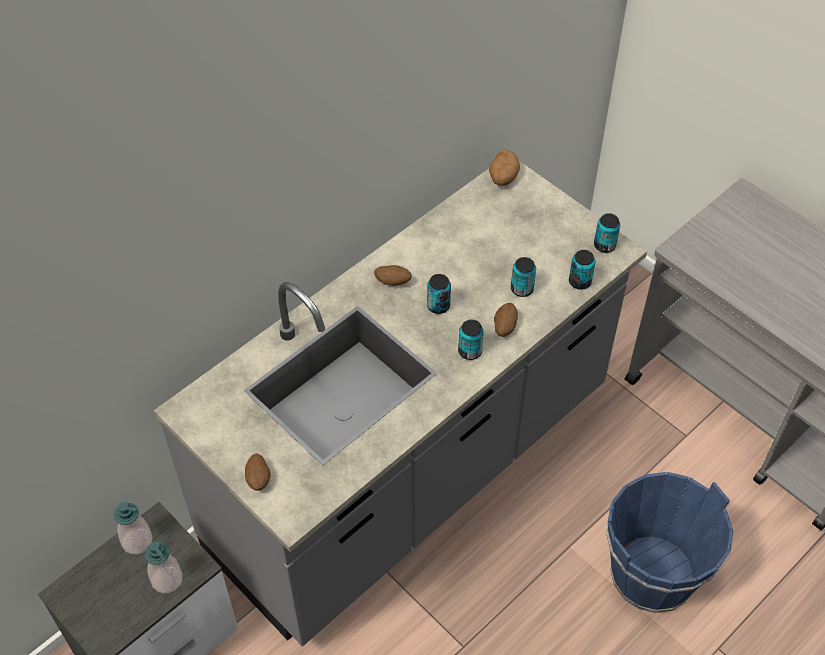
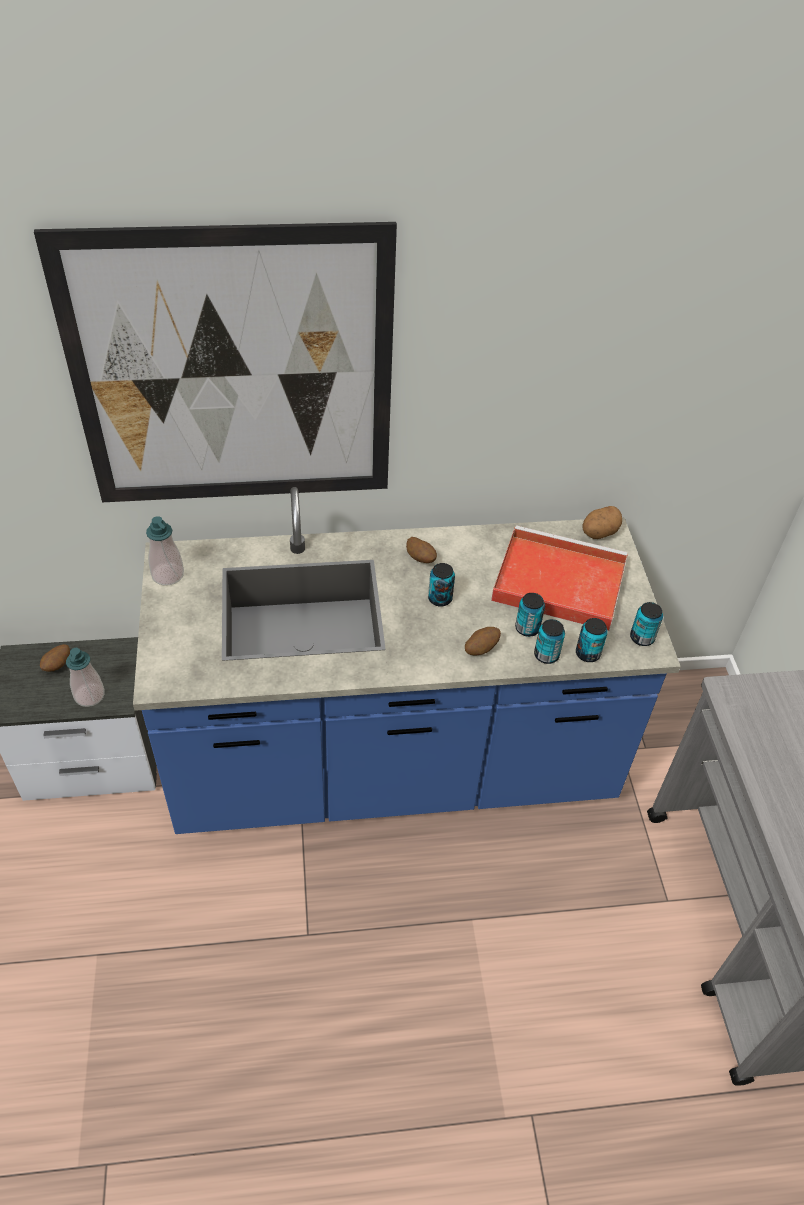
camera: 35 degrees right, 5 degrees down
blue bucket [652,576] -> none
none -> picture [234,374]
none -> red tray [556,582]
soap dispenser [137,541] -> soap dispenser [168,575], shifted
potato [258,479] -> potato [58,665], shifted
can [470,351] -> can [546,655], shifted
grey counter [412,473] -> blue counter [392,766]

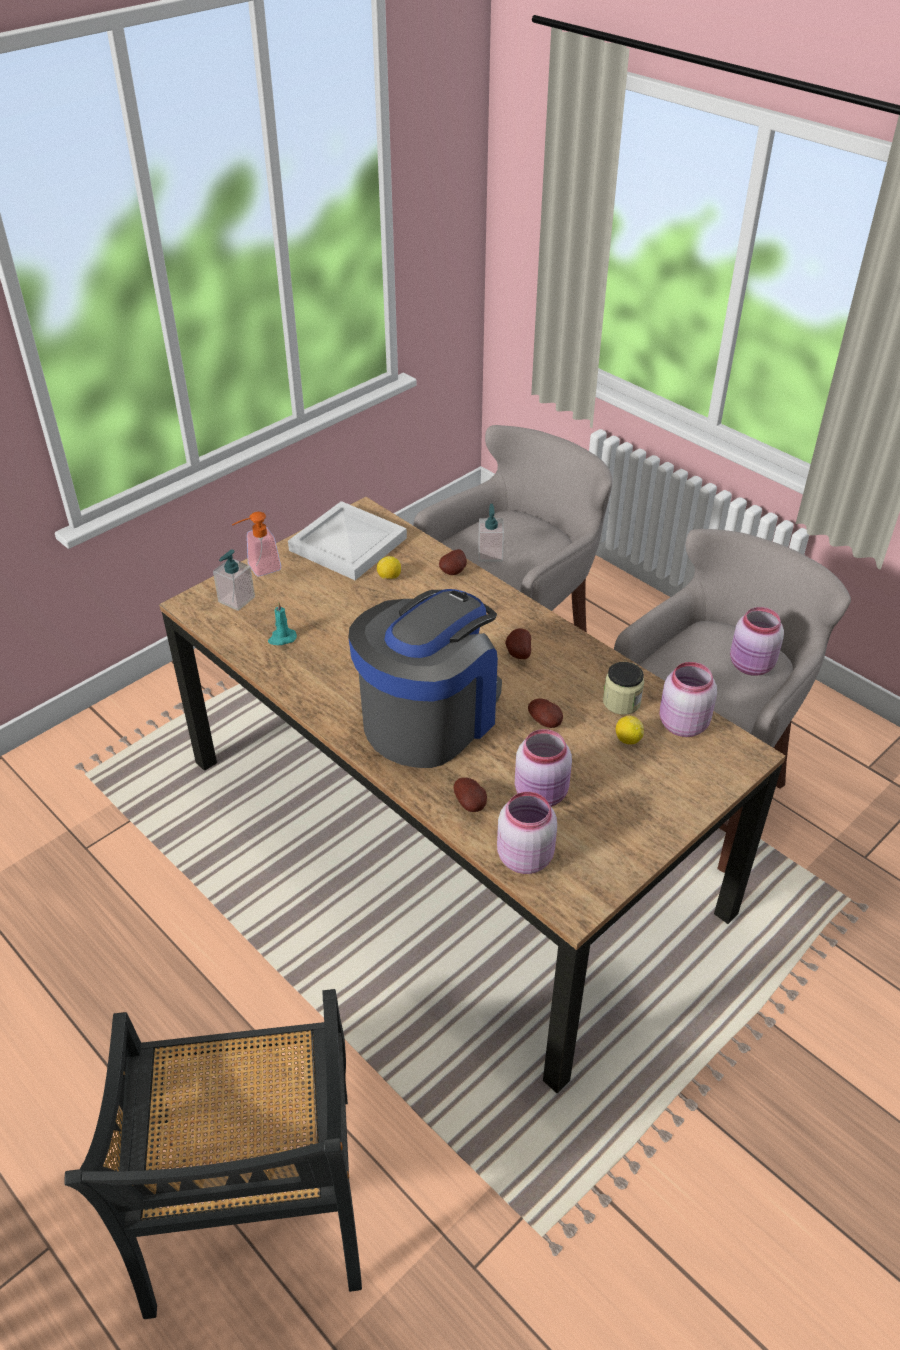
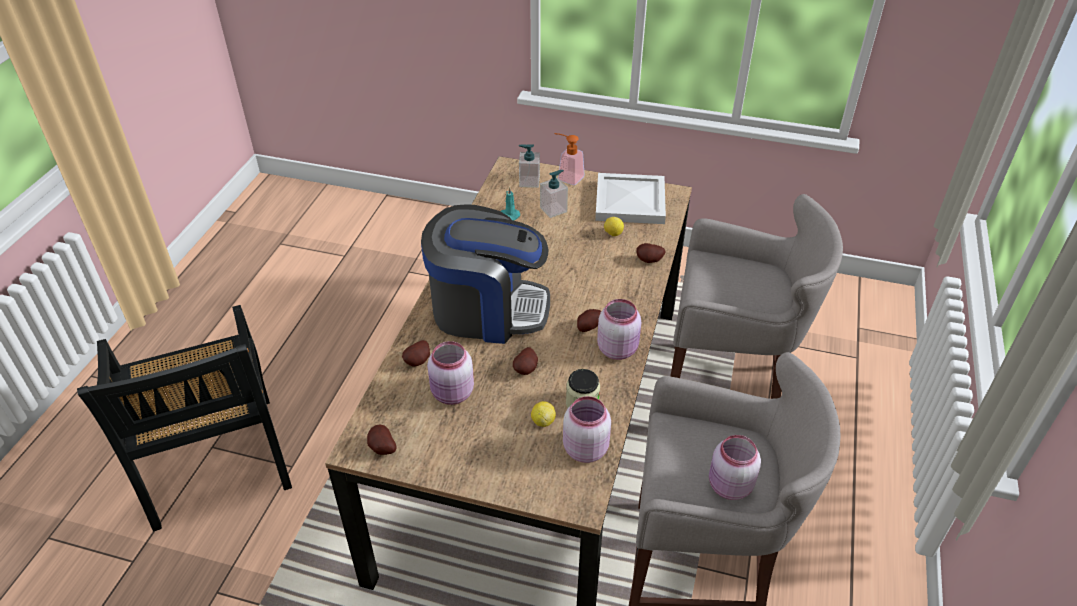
camera: 60 degrees right, 0 degrees up
none -> potato [381,449]
soap dispenser [490,554] -> soap dispenser [553,209], shifted
pink jar [524,856] -> pink jar [618,348], shifted
black chair [253,1205] -> black chair [216,464], 75 degrees counterclockwise

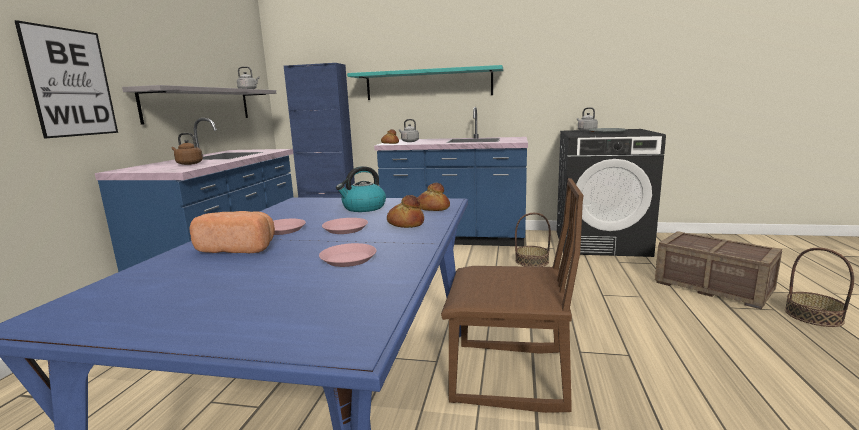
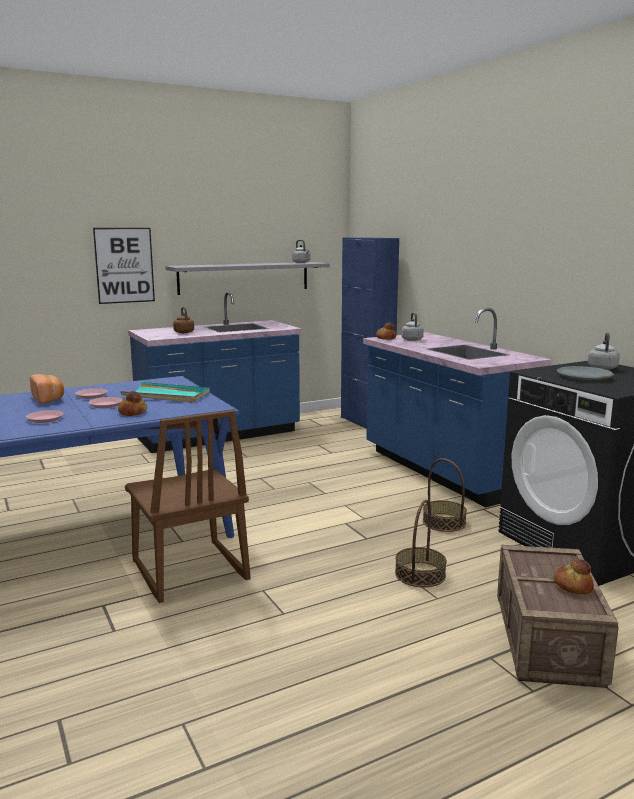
camera: 50 degrees right, 0 degrees up
turquoise shelf [428,84] -> none
bread [432,208] -> bread [573,586], shifted
basket [813,315] -> basket [420,574], shifted
kettle [363,208] -> turquoise tray [166,396]

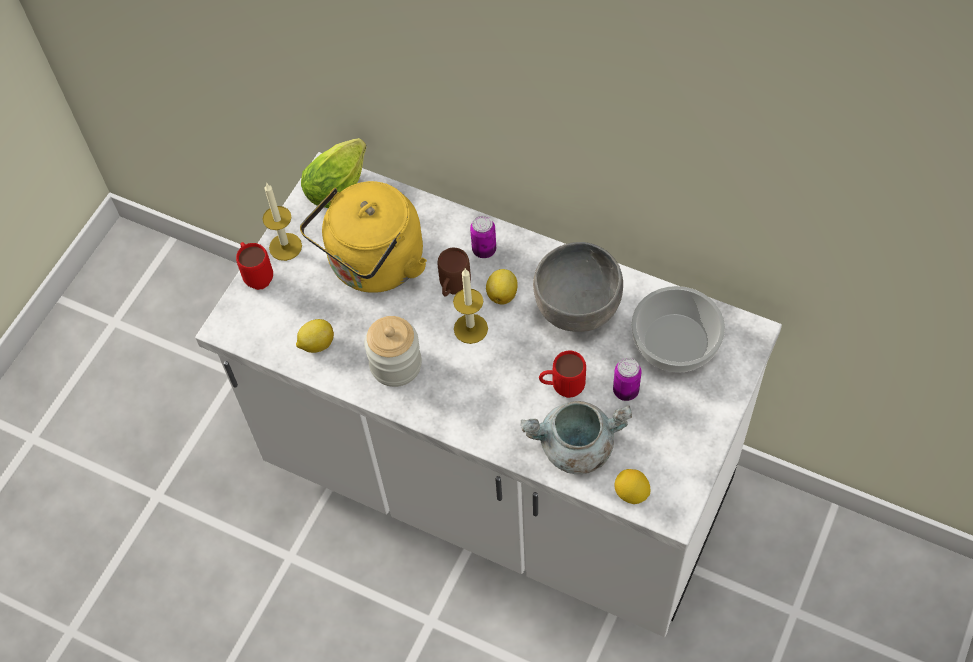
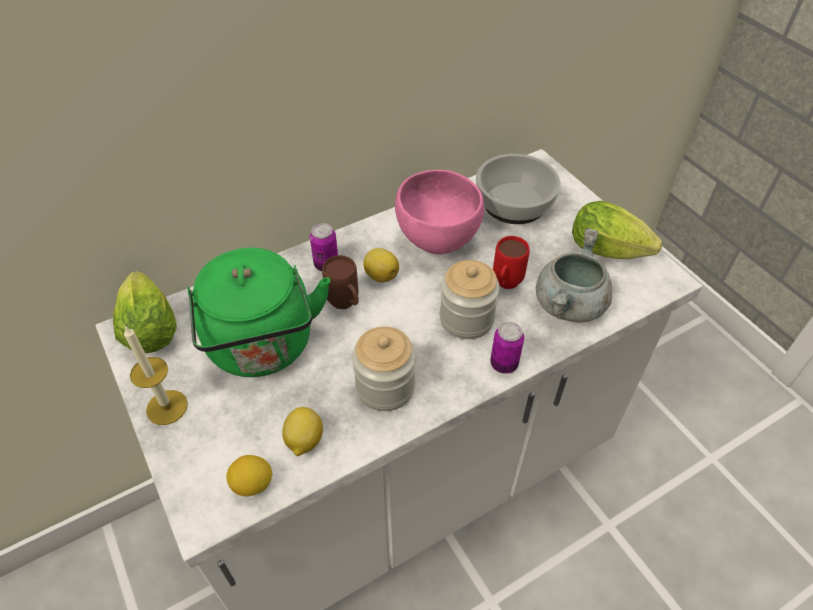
camera: 60 degrees left, 10 degrees down
red mug [257,276] -> none
candle [470,328] -> none
none -> jar [466,318]
none -> lettuce [611,252]
can [625,391] -> can [504,364], shifted
lemon [631,493] -> lemon [253,484], shifted
yellow kettle [373,266] -> green kettle [263,348]
grey bowl [576,310] -> pink bowl [438,240]

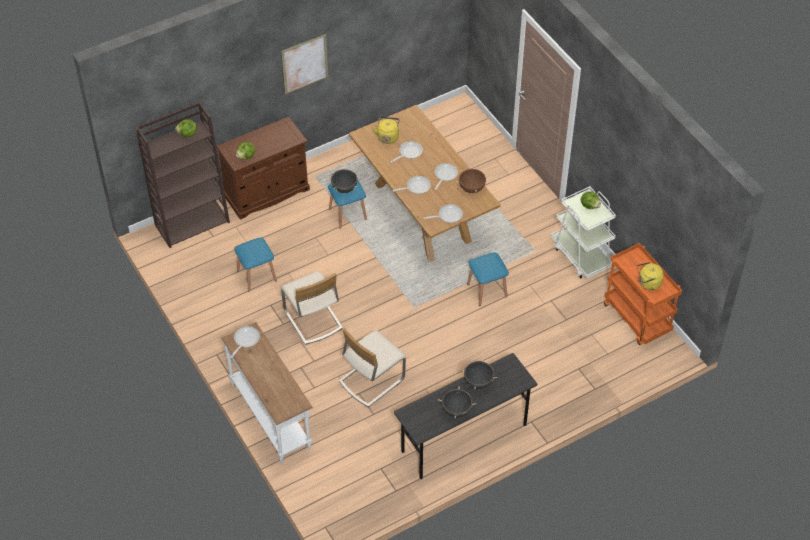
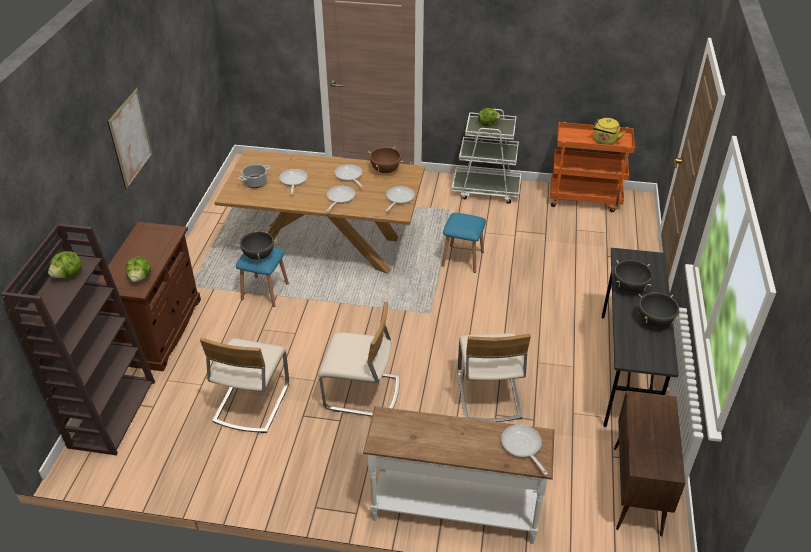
camera: 50 degrees left, 10 degrees down
none -> brown cabinet [637,491]
frying pan [245,340] -> frying pan [522,447], shifted
blue stool [256,275] -> beige chair [251,403]
yellow kettle [387,136] -> cooking pot [255,182]

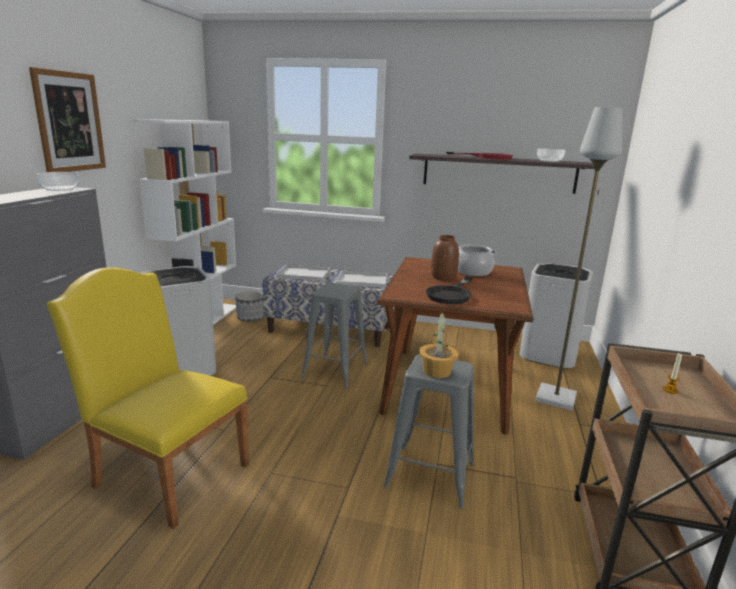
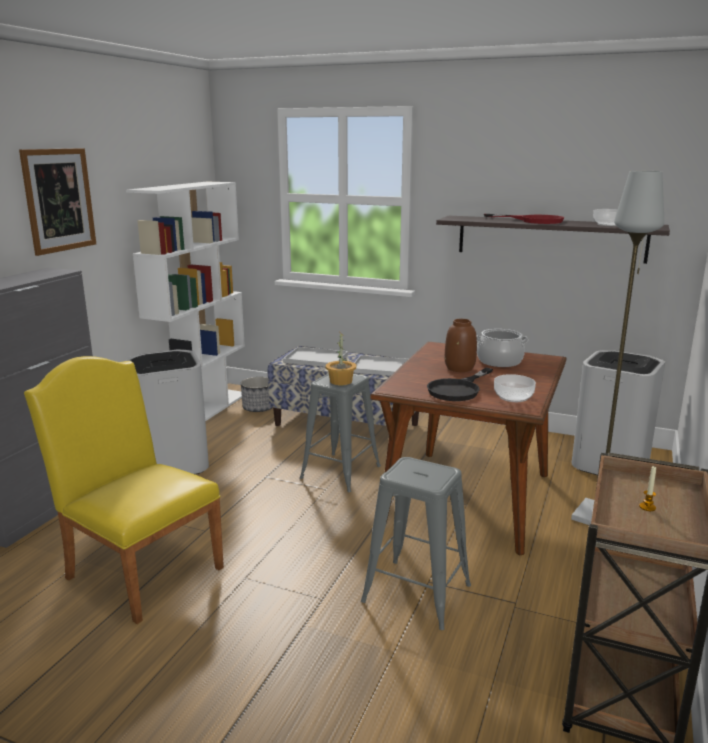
camera: 10 degrees right, 0 degrees up
bowl [59,189] -> bowl [513,397], shifted
potted plant [436,371] -> potted plant [340,381], shifted

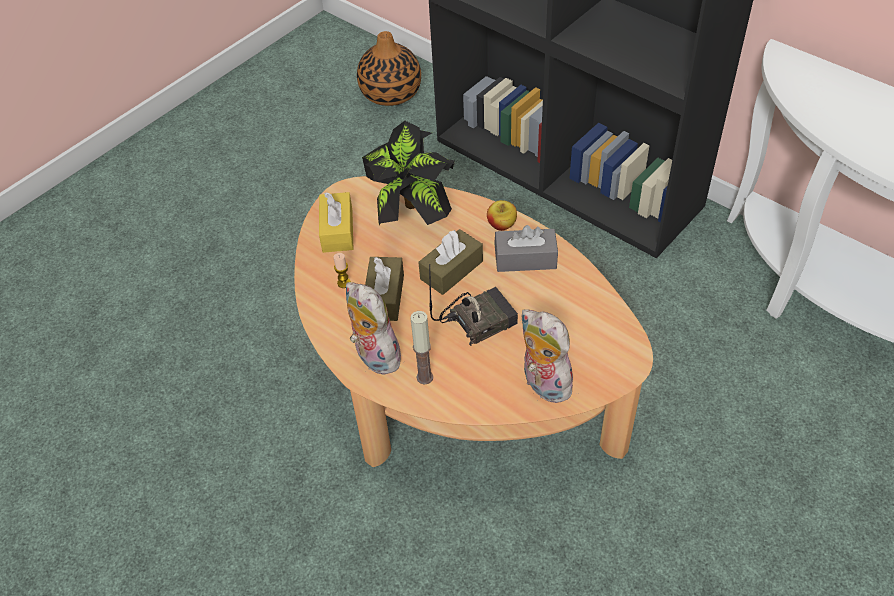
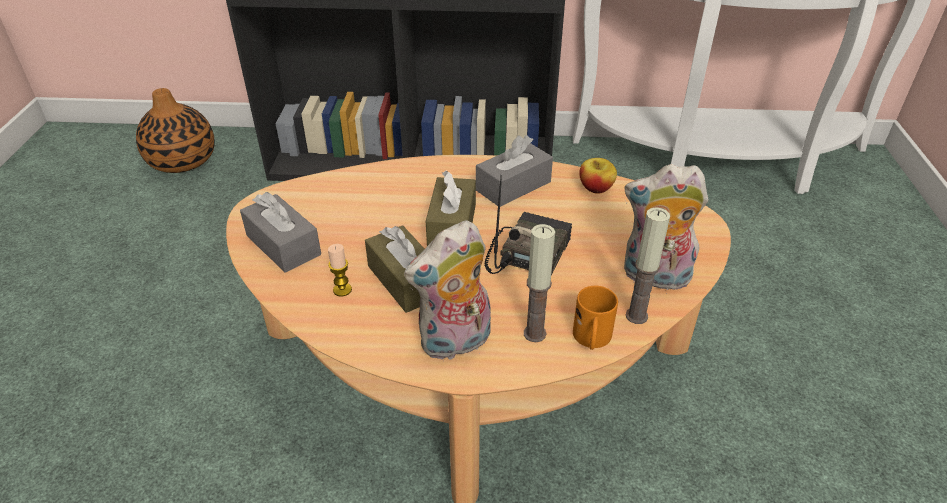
camera: 40 degrees left, 10 degrees down
potted plant [410,215] -> none
none -> orange mug [592,340]
none -> candle [636,316]
apple [501,224] -> apple [595,188], shifted
yellow tissue box [337,230] -> grey tissue box [283,245]
plush toy [374,356] -> plush toy [455,343], 45 degrees counterclockwise

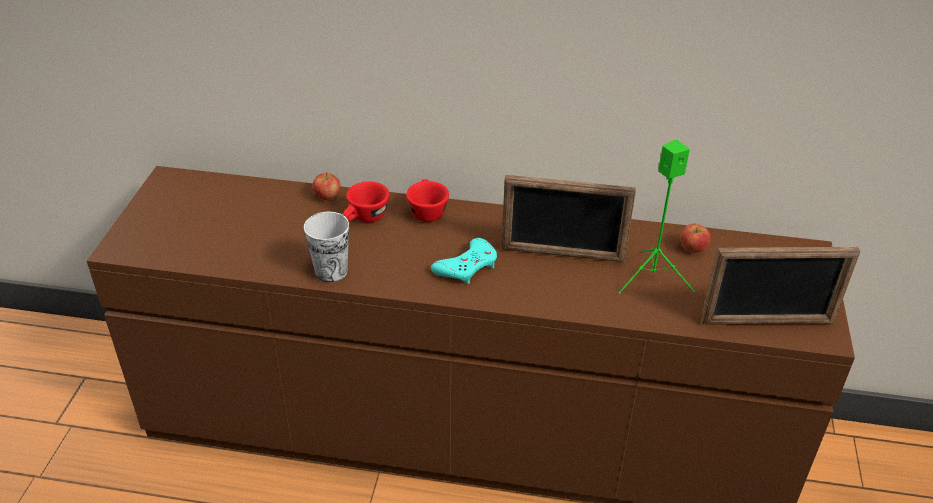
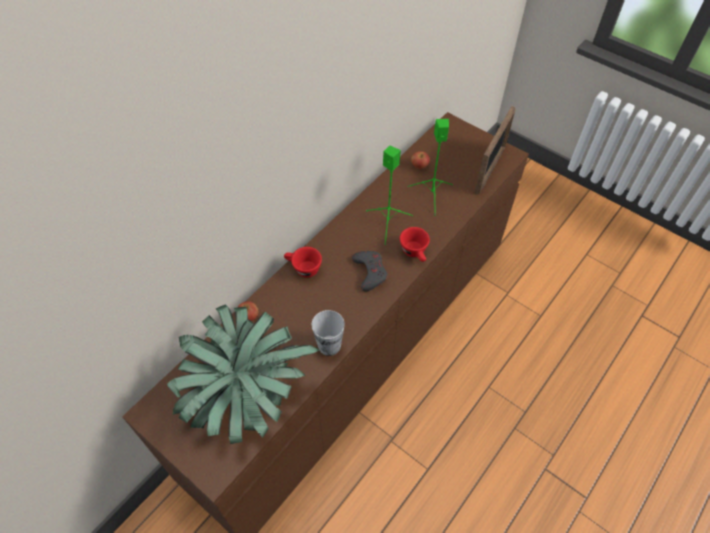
camera: 60 degrees left, 15 degrees up
none -> potted plant [245,392]
red cup [365,218] -> red cup [415,253], shifted
picture frame [562,254] -> green speaker [388,223]
turquoise game controller [467,266] -> grey game controller [370,272]

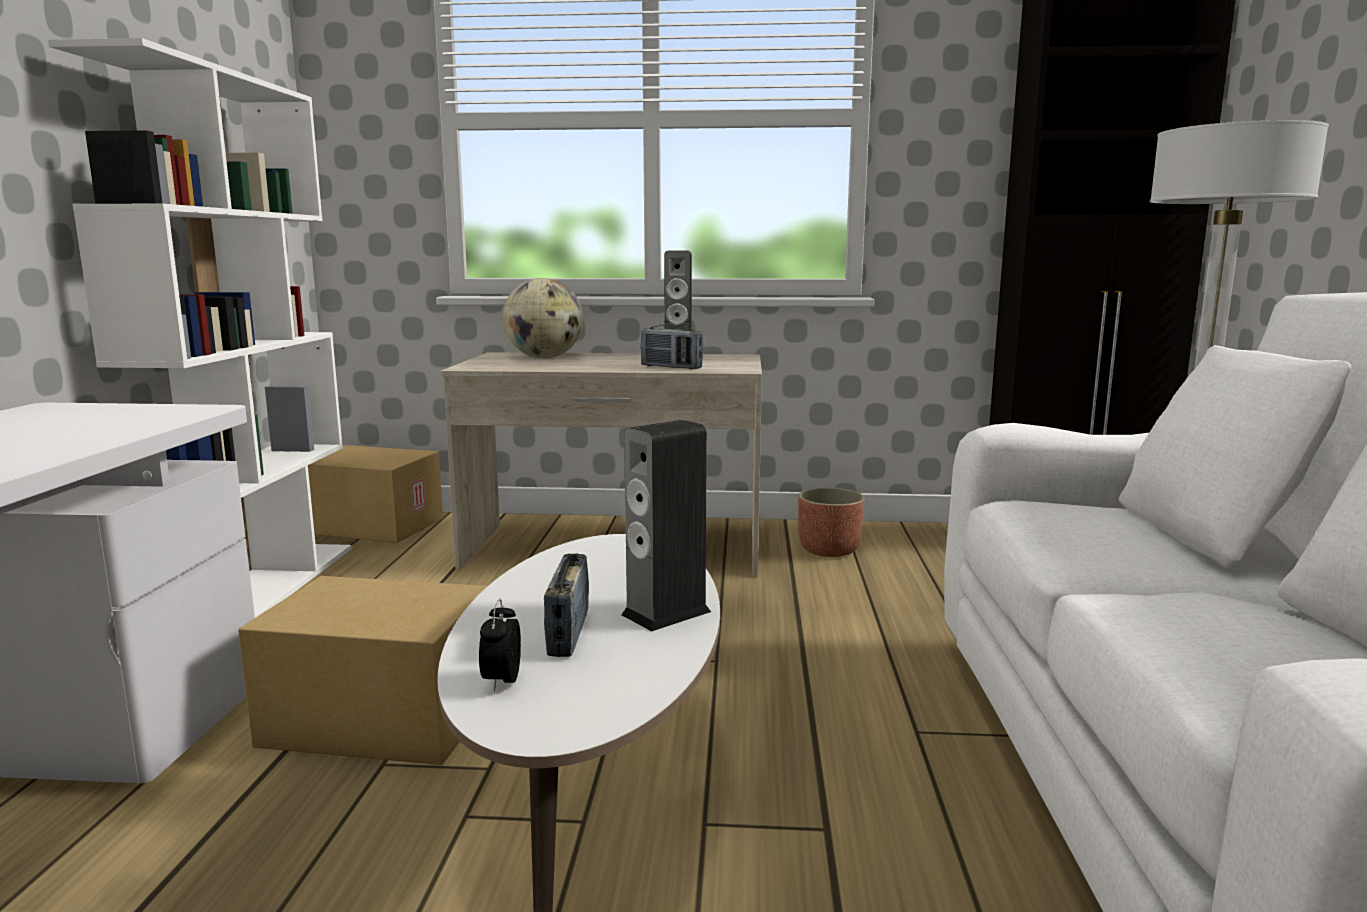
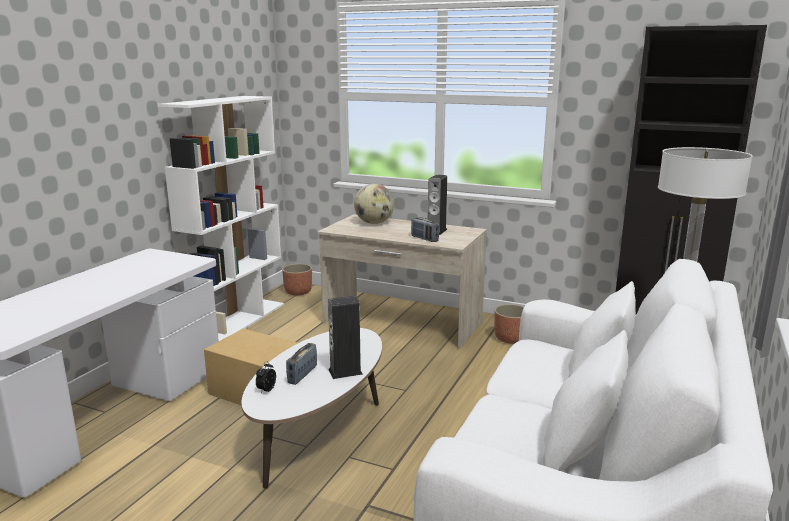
camera: 20 degrees right, 5 degrees up
cardboard box [370,526] -> planter [298,292]

